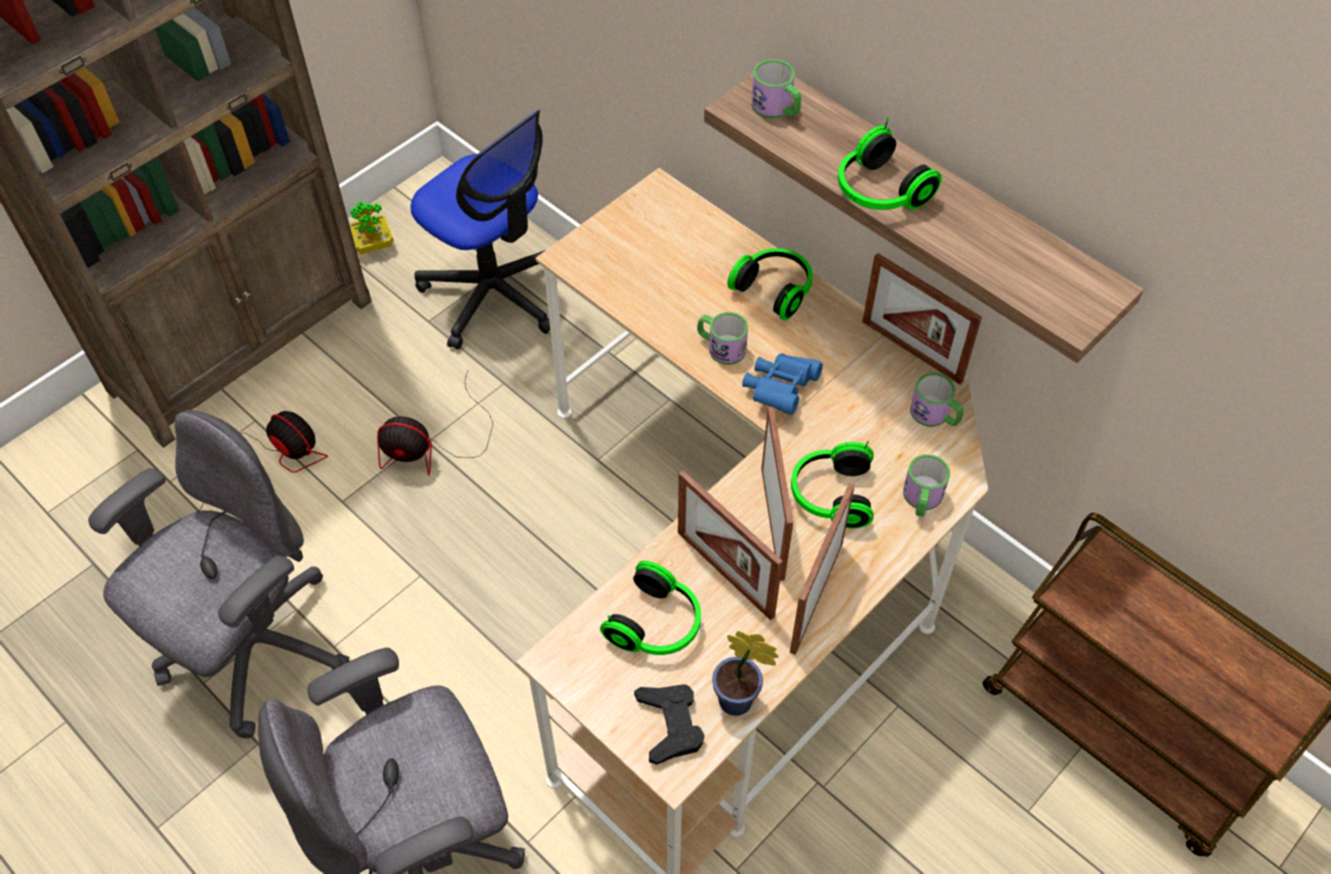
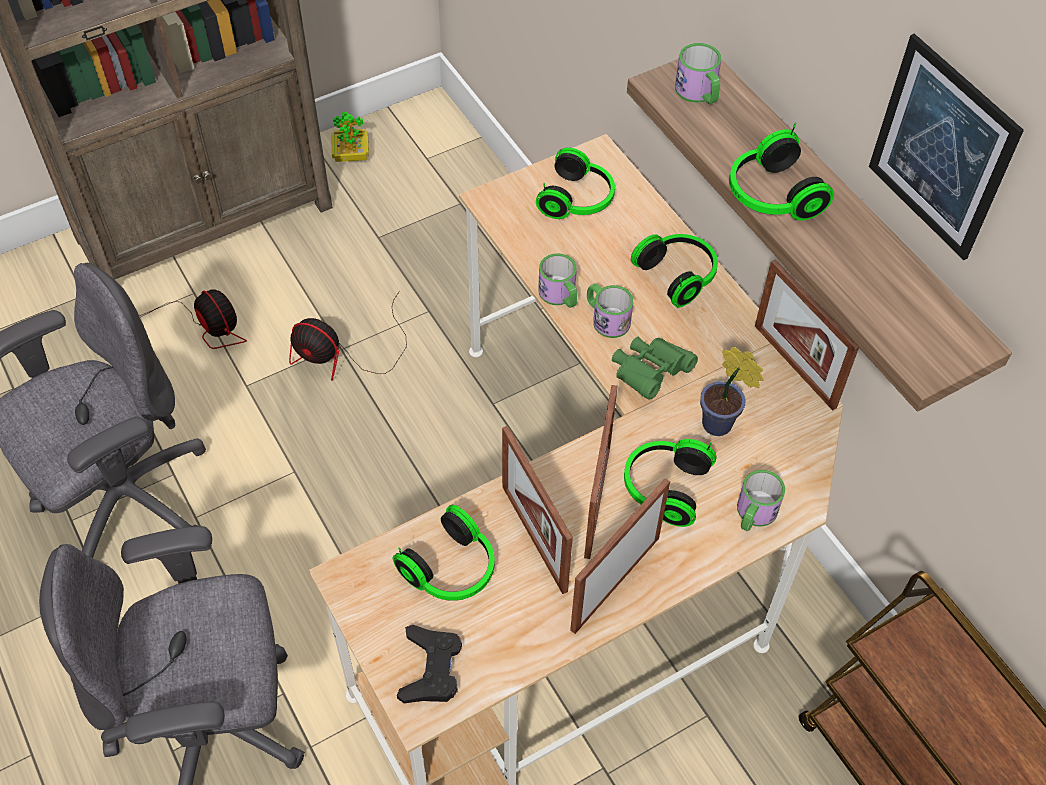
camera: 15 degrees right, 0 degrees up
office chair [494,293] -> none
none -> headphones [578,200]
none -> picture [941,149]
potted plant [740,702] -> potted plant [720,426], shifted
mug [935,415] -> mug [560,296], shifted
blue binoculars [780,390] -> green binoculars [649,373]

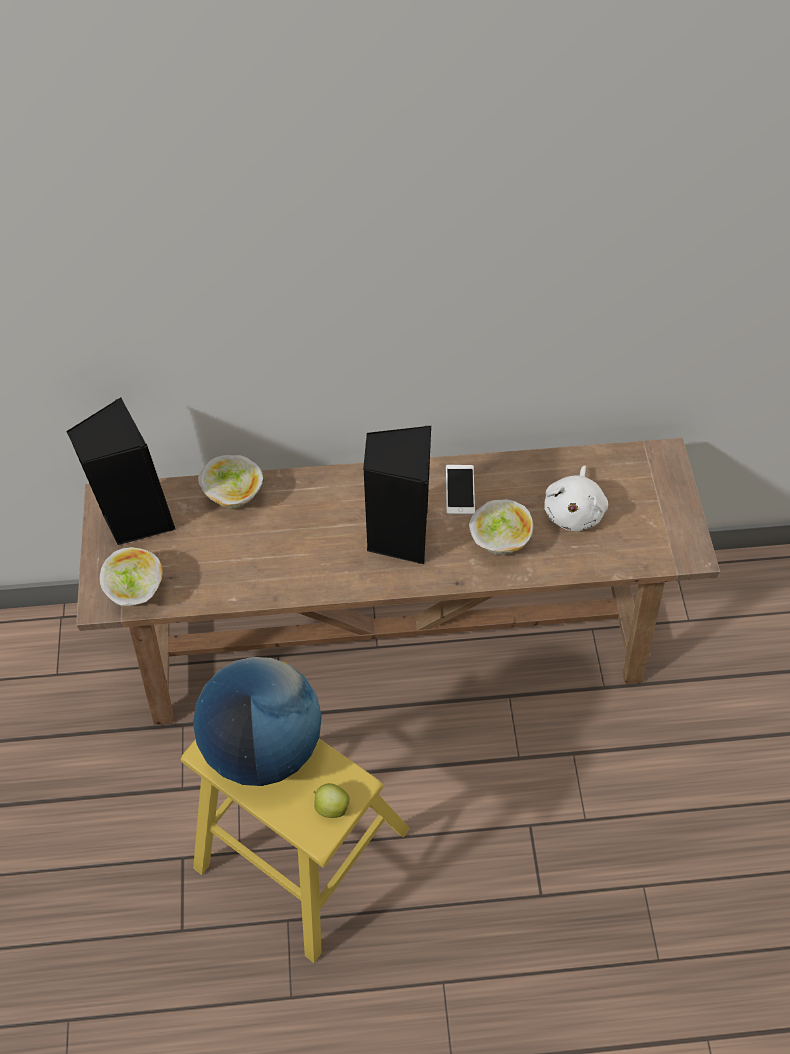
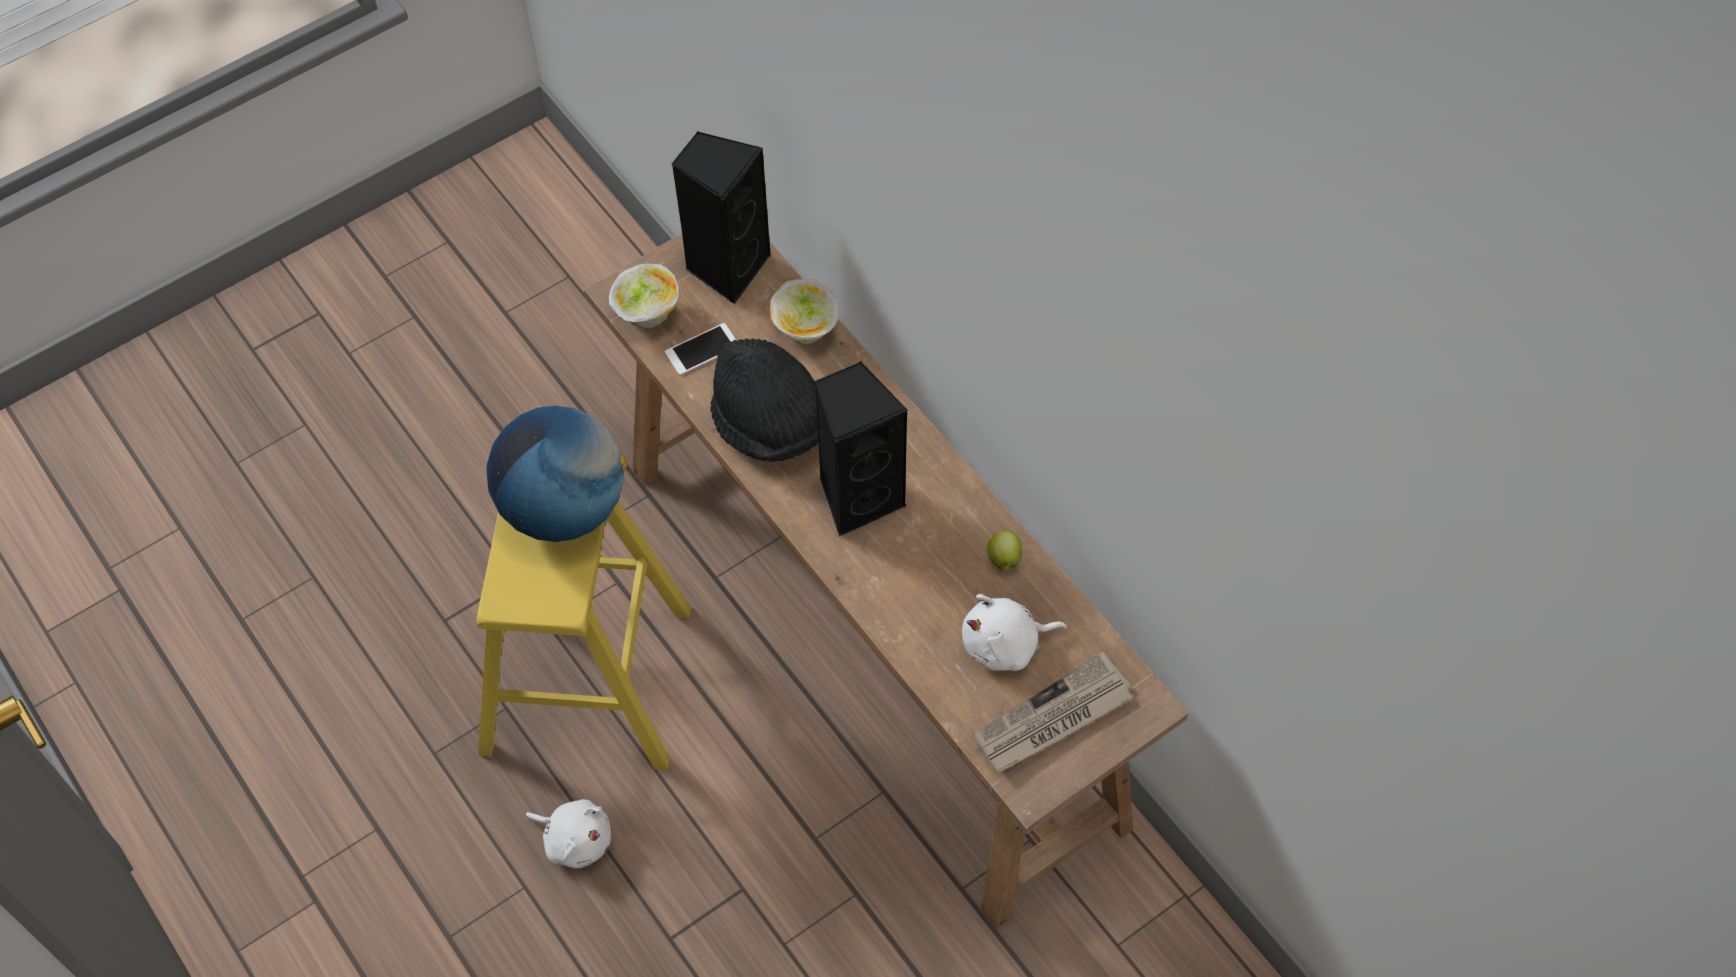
camera: 60 degrees right, 0 degrees up
bowl [498,542] -> none
none -> white plush toy [575,839]
none -> black hat [772,424]
none -> newspaper [1053,718]
apple [331,805] -> apple [1004,558], shifted
phone [460,489] -> phone [702,349], shifted

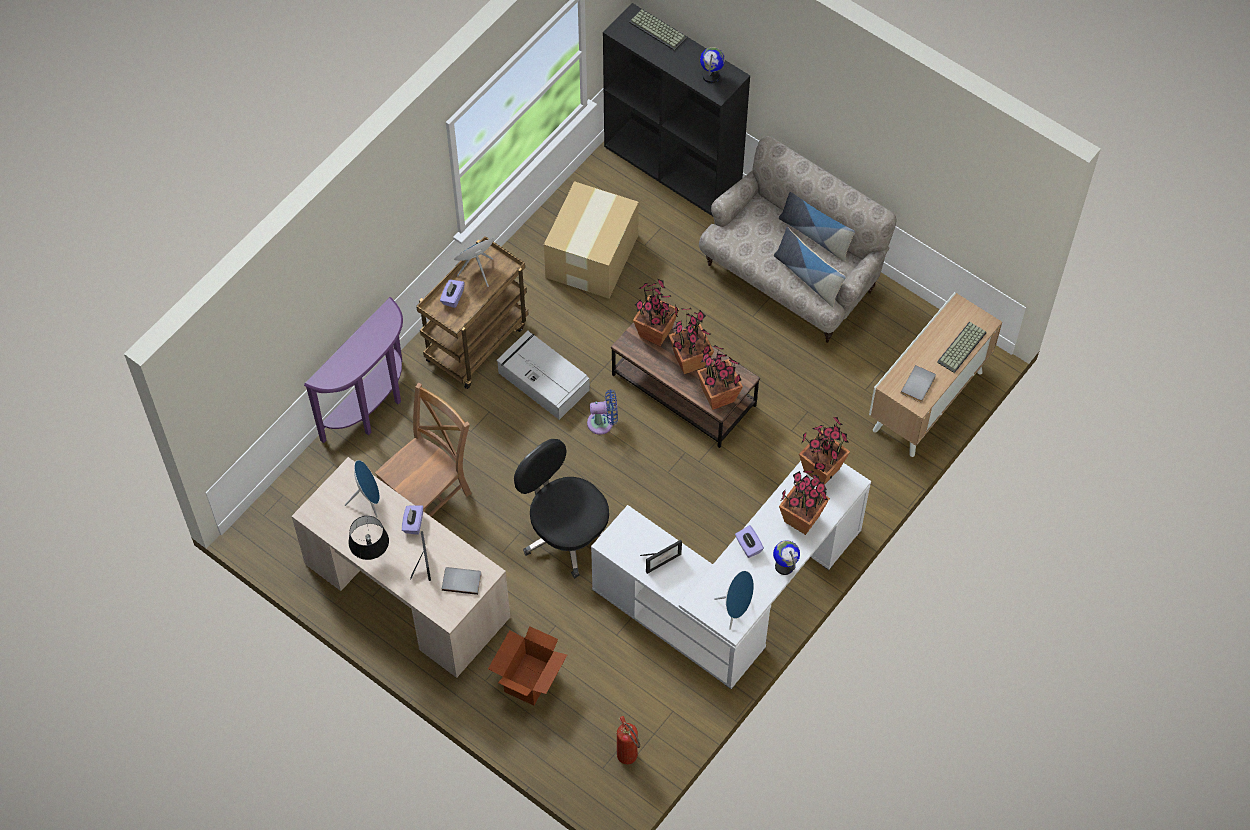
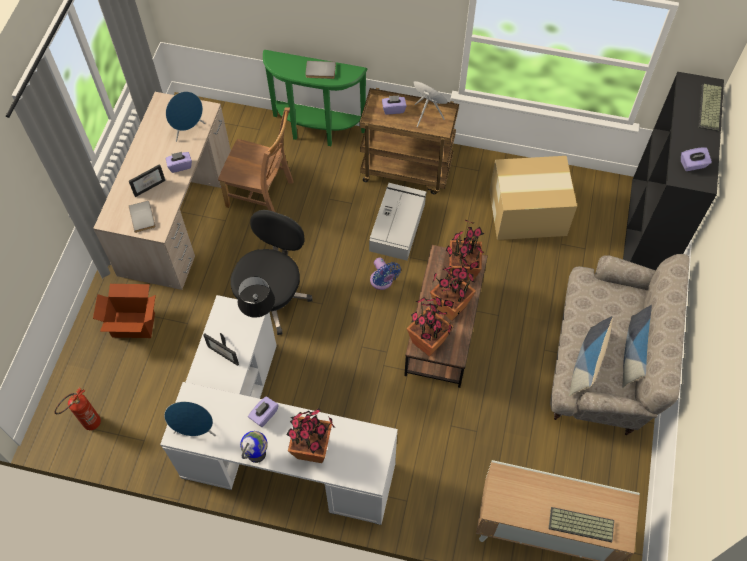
camera: 65 degrees right, 0 degrees up
potted plant [821,470] -> none
black table lamp [371,557] -> black table lamp [260,315], shifted
grey book [919,385] -> grey book [320,71], shifted
globe [711,76] -> purple tissue box [693,165]
purple console table [372,408] -> green console table [316,132]

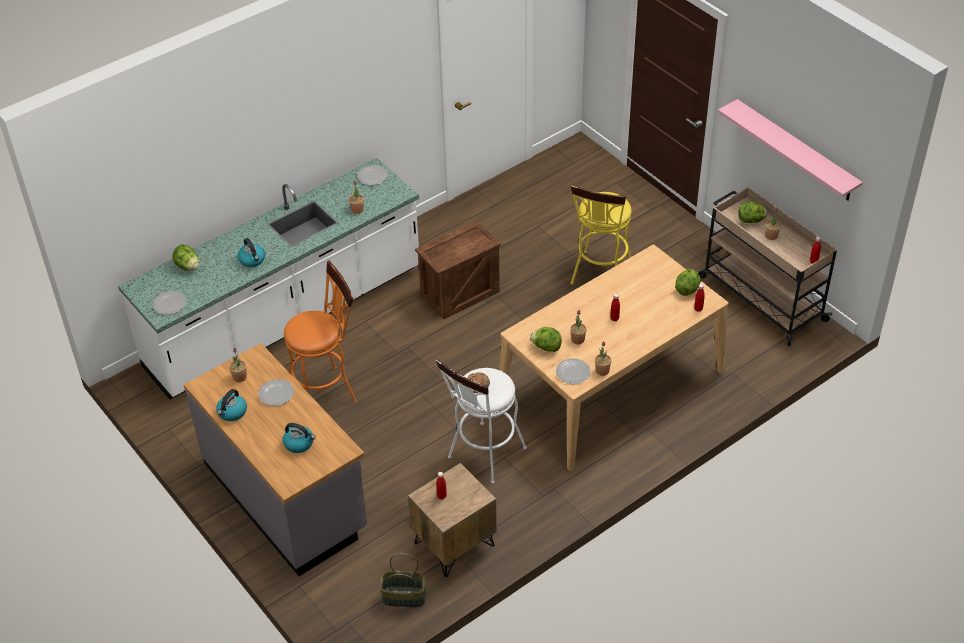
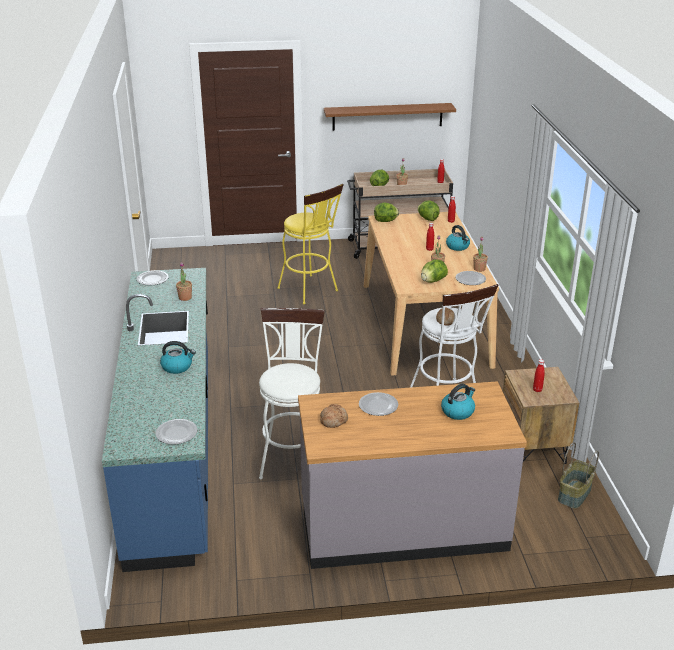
camera: 60 degrees left, 15 degrees down
crate [460,292] -> none
lettuce [188,266] -> lettuce [386,221], shifted
kettle [232,412] -> kettle [458,247], shifted
potted plant [239,377] -> bread [333,420]
white counter [286,319] -> blue counter [174,451]
orange stool [327,391] -> white stool [292,456]
pink shelf [796,151] -> brown shelf [387,116]

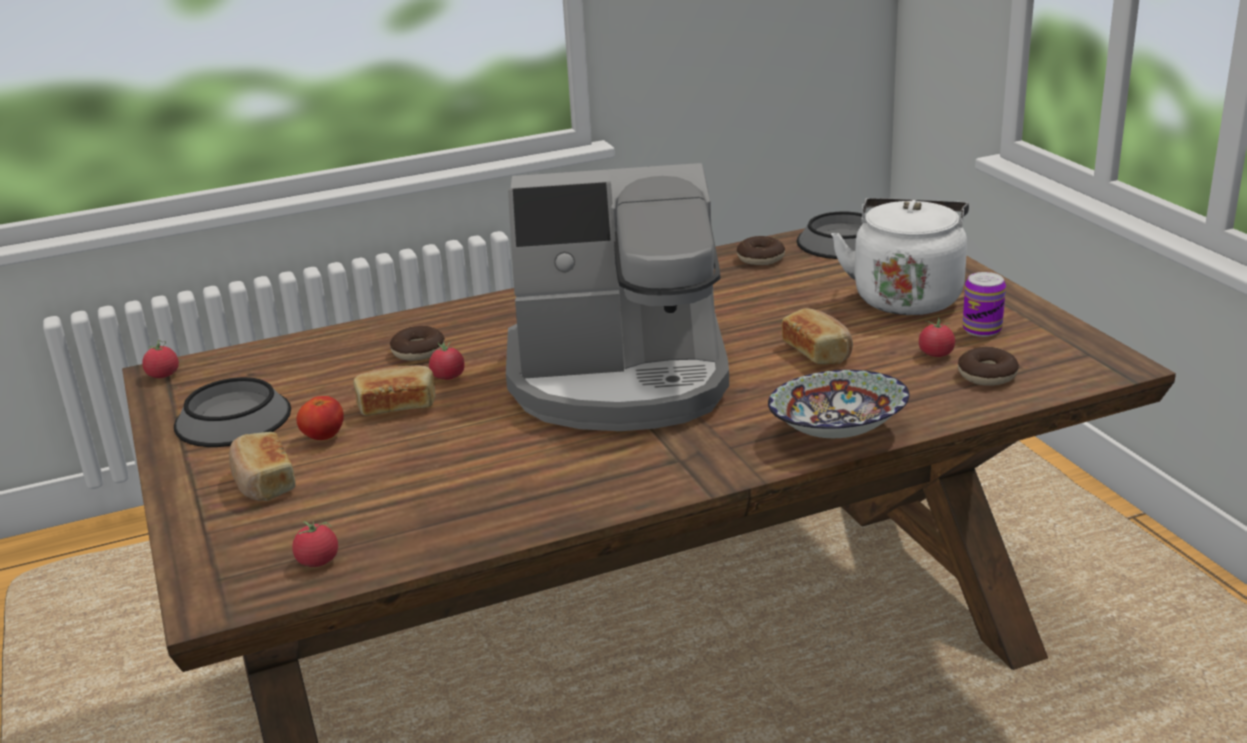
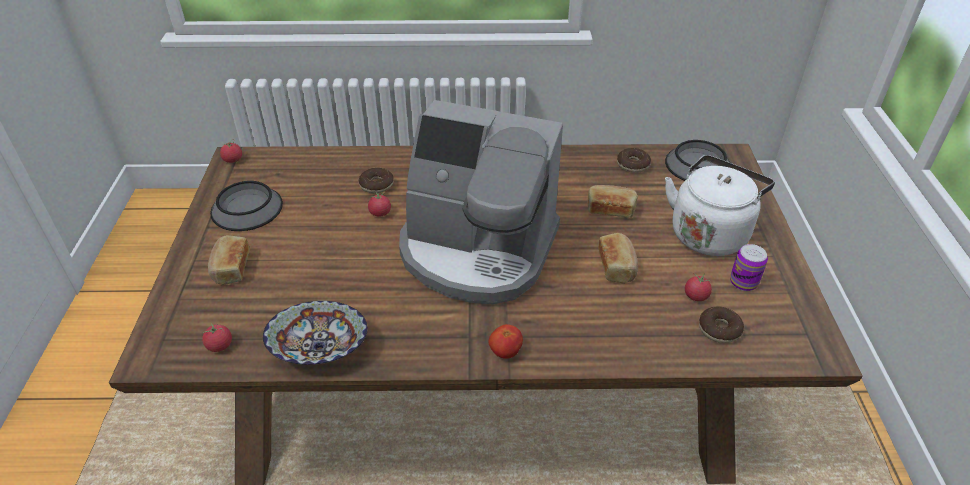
camera: 20 degrees right, 15 degrees up
tomato [323,437] -> tomato [505,352], shifted
bread [397,405] -> bread [610,209], shifted
bowl [838,433] -> bowl [319,350], shifted

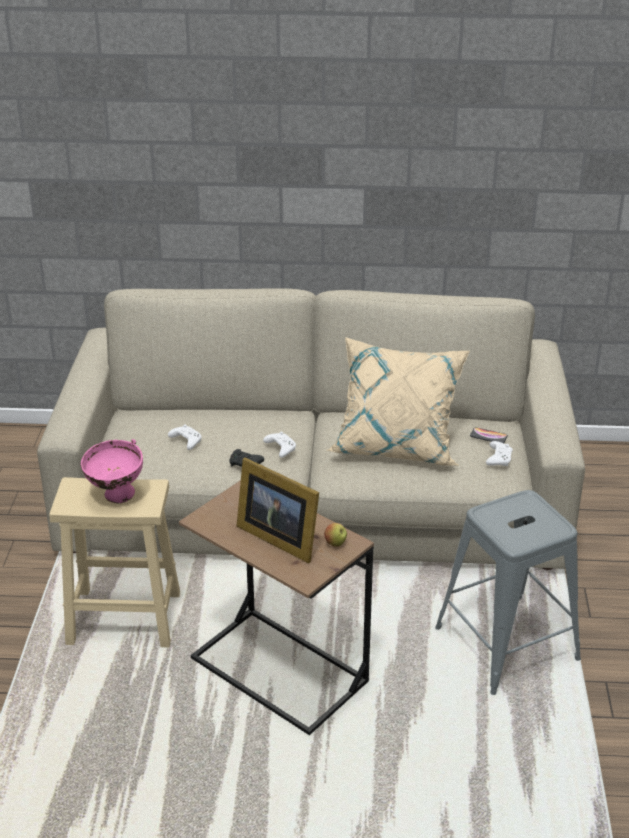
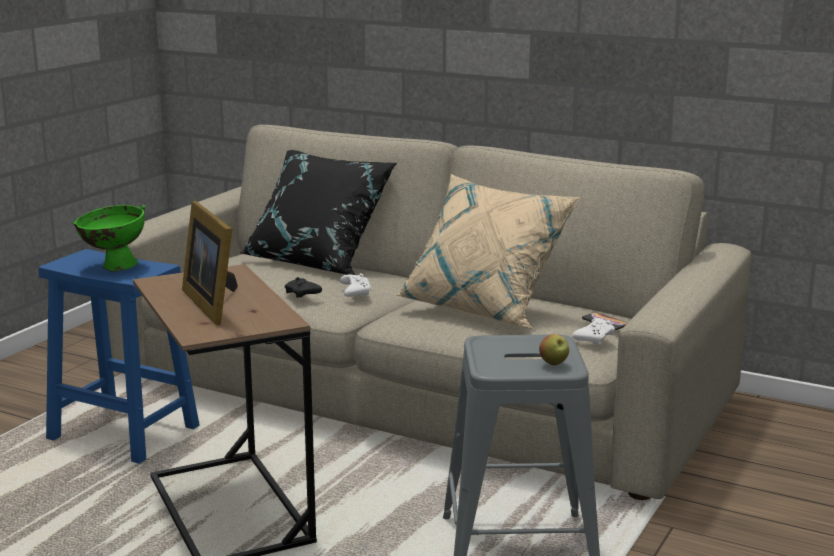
camera: 25 degrees right, 15 degrees down
white game controller [186,441] -> none
none -> black pillow [318,262]
apple [335,543] -> apple [553,363], shifted
beige stool [126,618] -> blue stool [126,433]
pink bowl [115,498] -> green bowl [112,267]

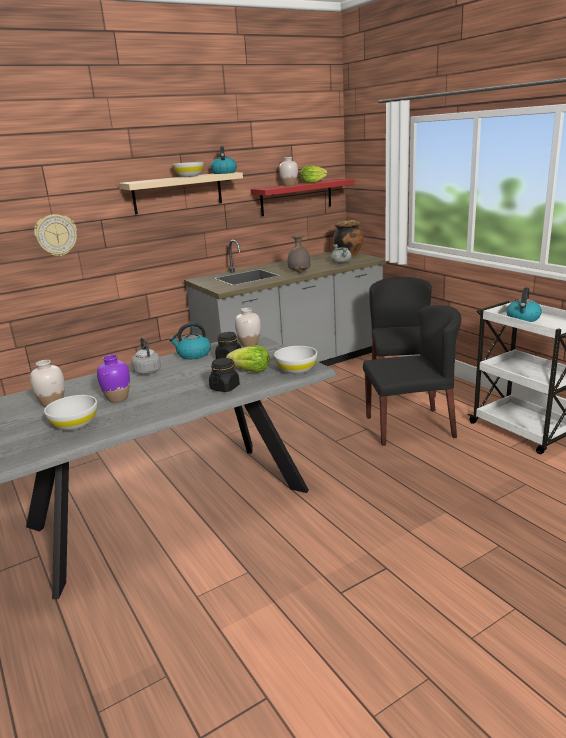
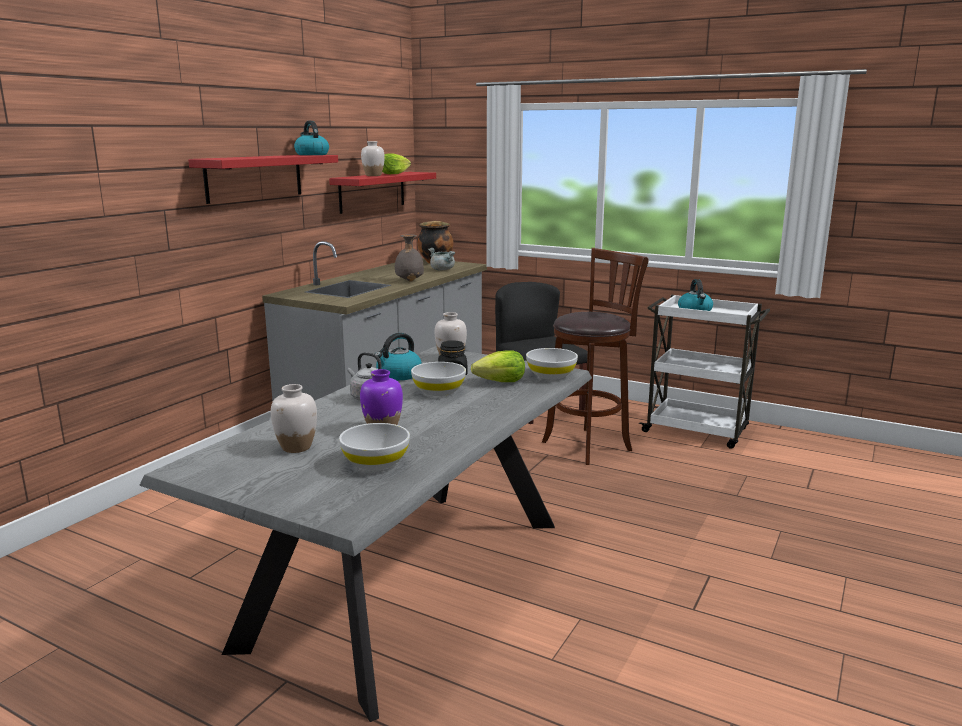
camera: 30 degrees left, 5 degrees down
wall clock [56,235] -> none
black jar [225,387] -> none
white bowl [189,176] -> white bowl [439,391], shifted
black chair [410,426] -> brown stool [590,445]
beige shelf [178,192] -> red shelf [254,177]

